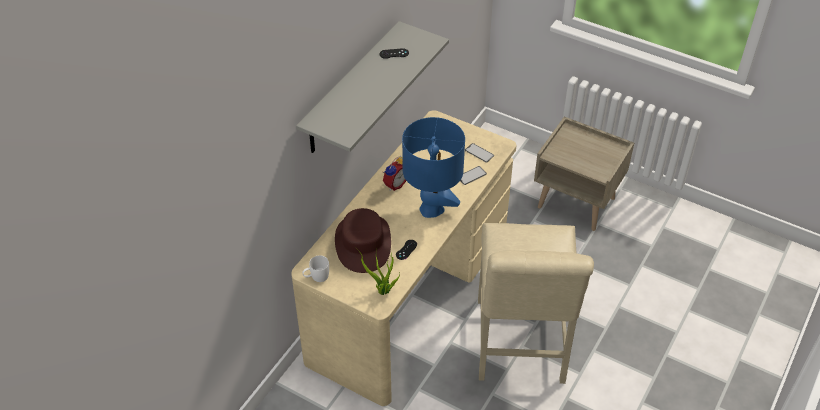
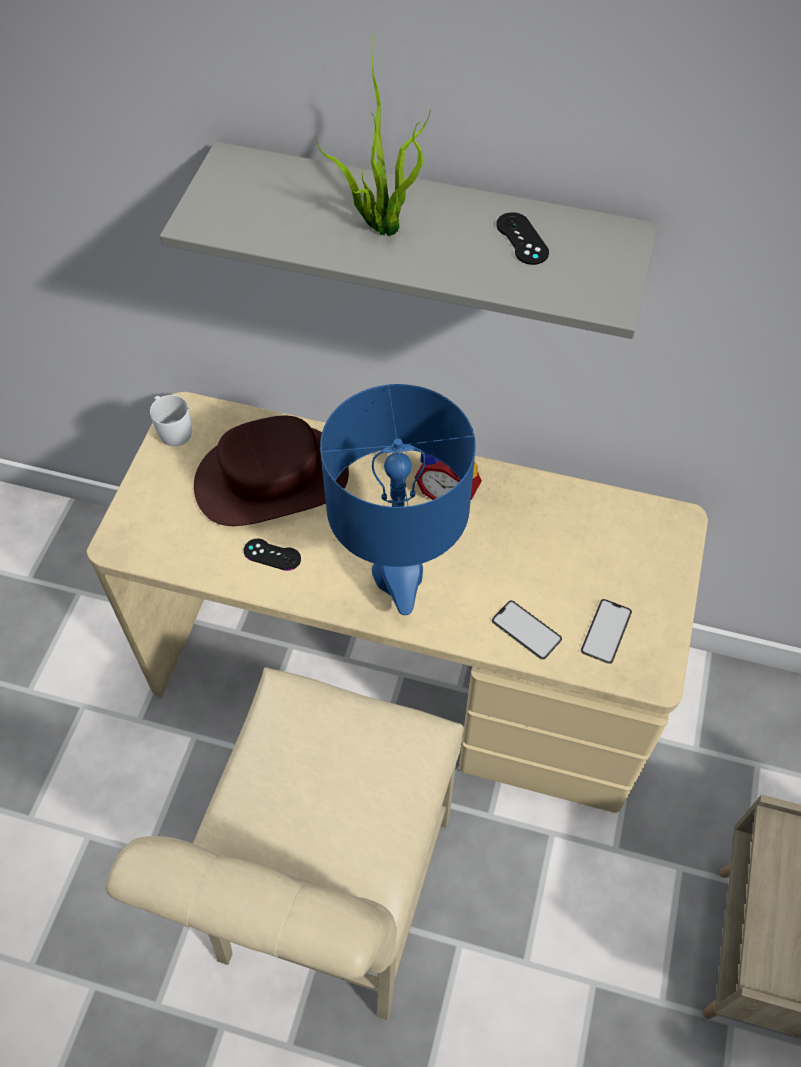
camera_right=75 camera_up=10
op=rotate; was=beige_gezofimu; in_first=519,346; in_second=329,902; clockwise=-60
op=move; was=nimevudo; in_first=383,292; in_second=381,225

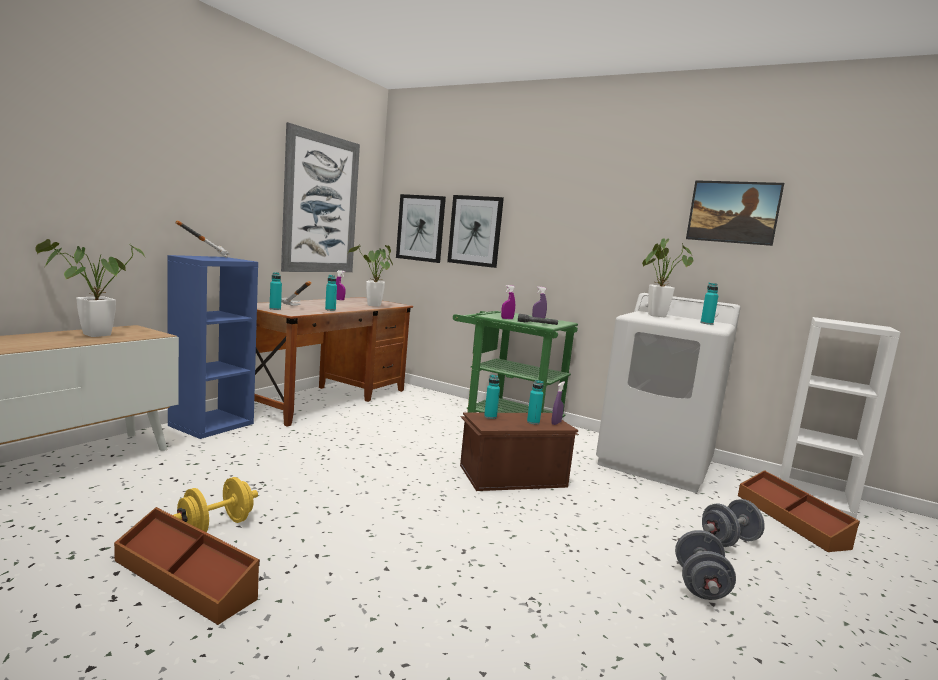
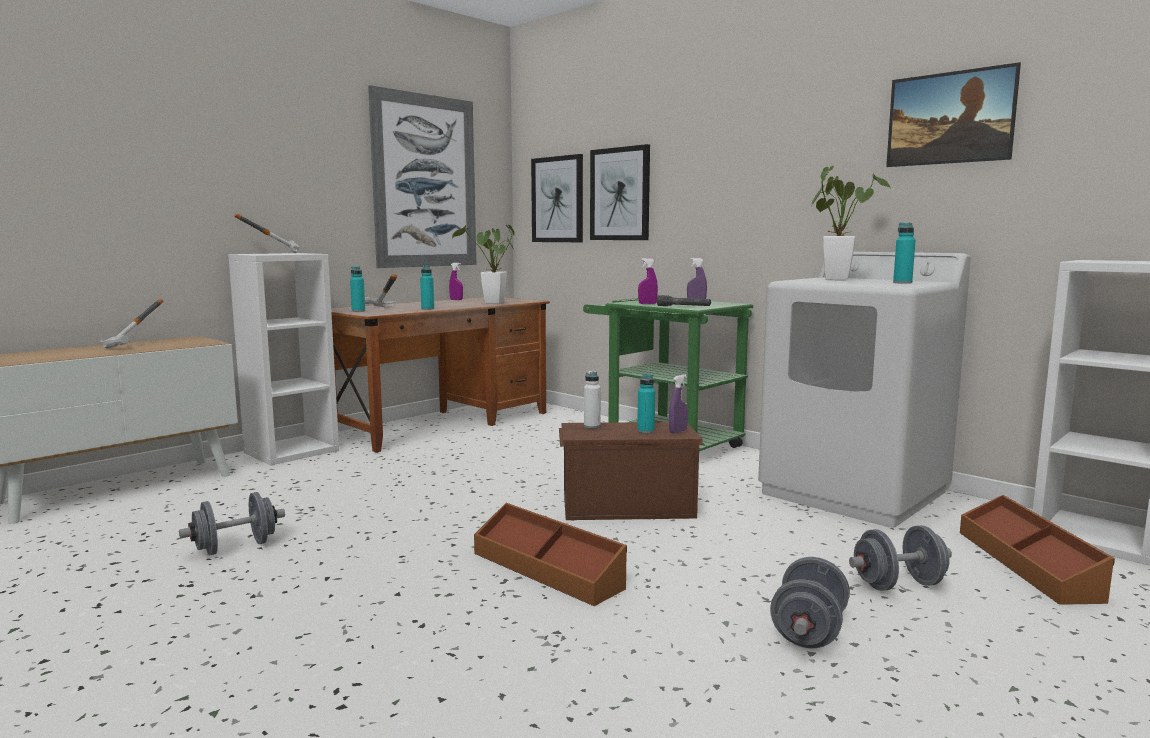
camera_right=15 camera_up=0
op=replace; was=nimevudo; now=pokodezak; in_first=90,335; in_second=138,346
op=recolor; was=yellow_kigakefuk; now=grey_kigakefuk; in_first=215,526; in_second=235,547
op=recolor; was=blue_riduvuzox; now=white_riduvuzox; in_first=211,424; in_second=292,451
op=move; was=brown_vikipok; in_first=186,578; in_second=548,569
op=recolor; was=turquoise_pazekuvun; now=white_pazekuvun; in_first=490,417; in_second=592,426

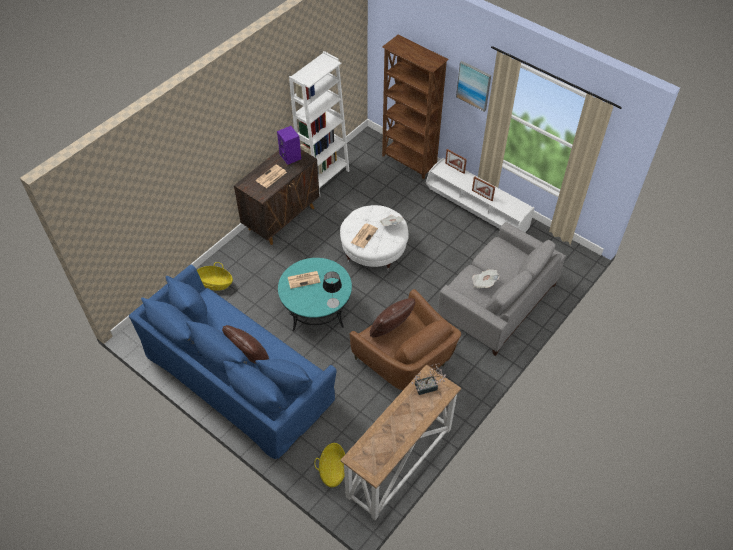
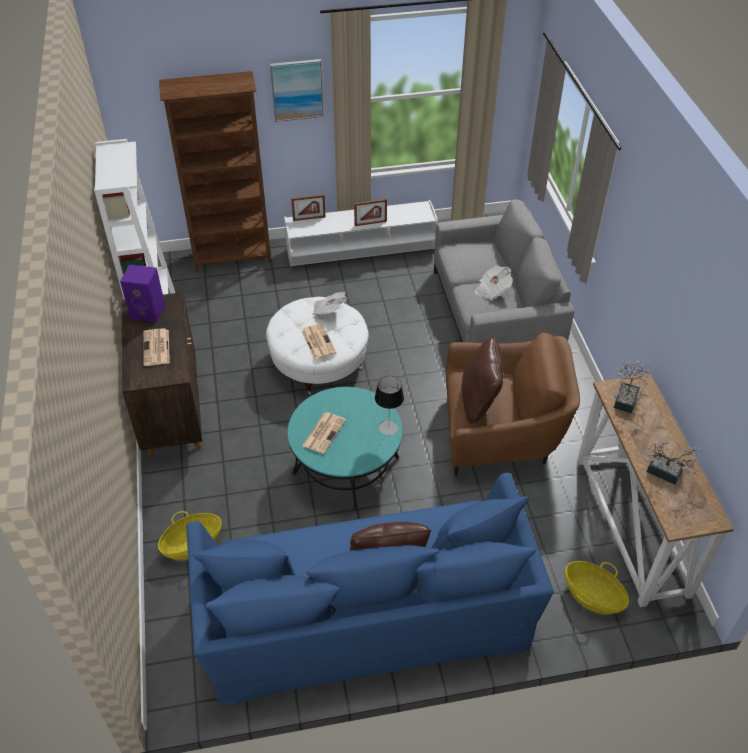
camera_right=-50 camera_up=-5
op=insert; now=nimevudo; in_second=668,473

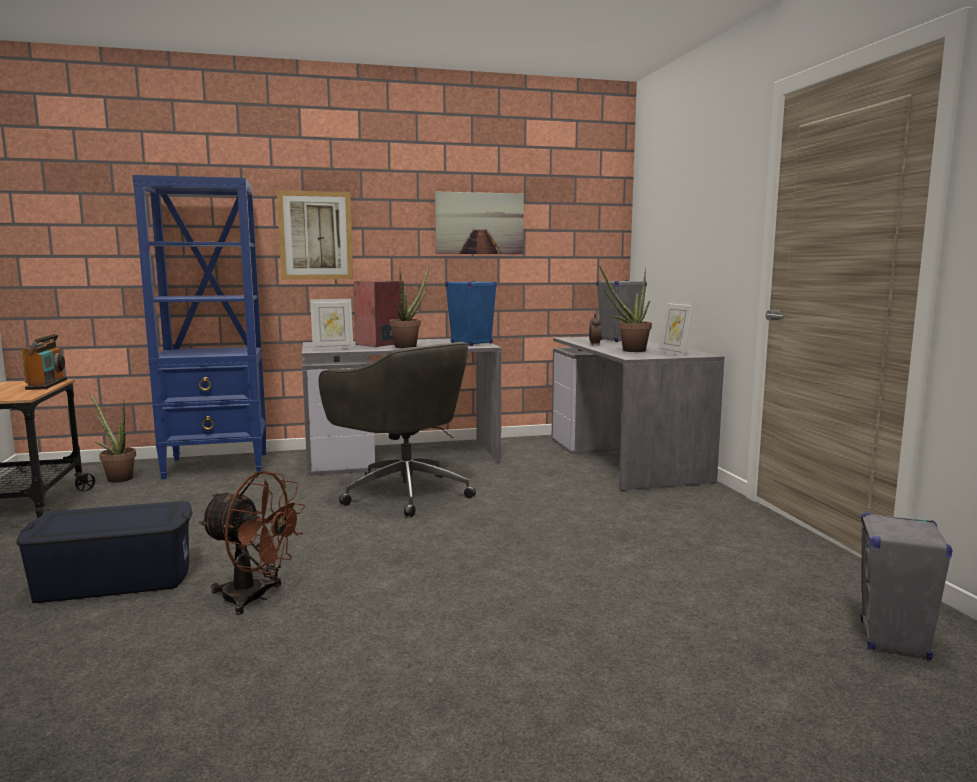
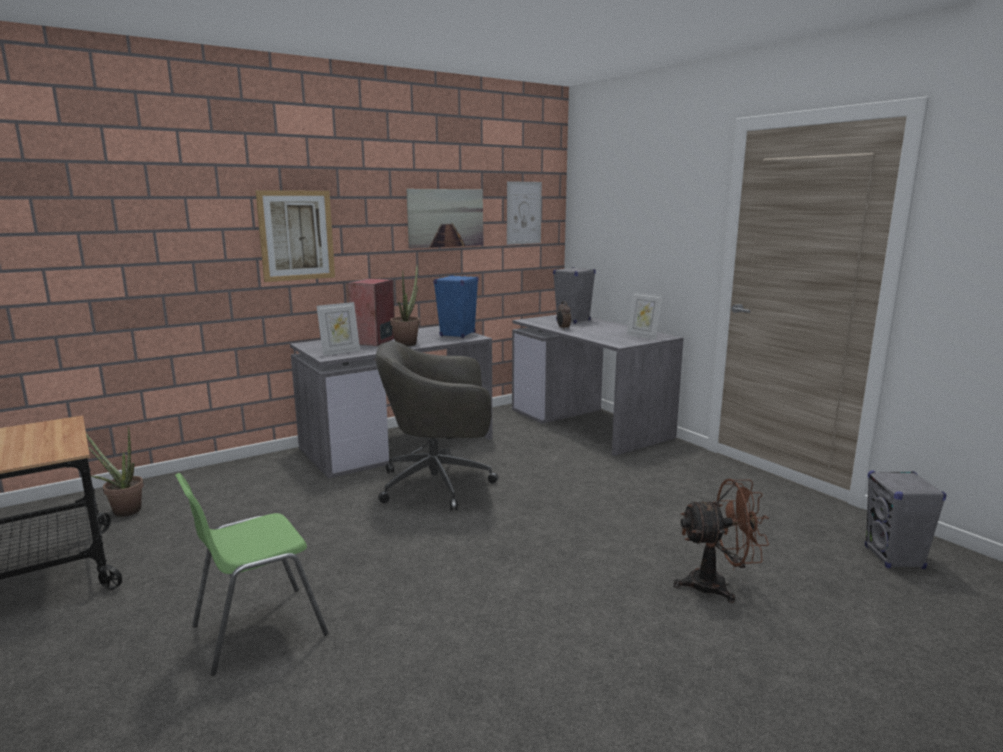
camera_right=-20 camera_up=5
op=replace; was=blue_vikipok; now=green_gezofimu; in_first=115,579; in_second=257,630
op=rotate; was=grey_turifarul; in_first=404,492; in_second=439,484; clockwise=150
op=insert; now=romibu; in_second=523,213
op=move; was=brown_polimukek; in_first=255,598; in_second=717,585
op=delete; was=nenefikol; in_first=47,384
op=delete; was=blue_riduvuzox; in_first=218,466
op=delete; was=nimevudo; in_first=629,350

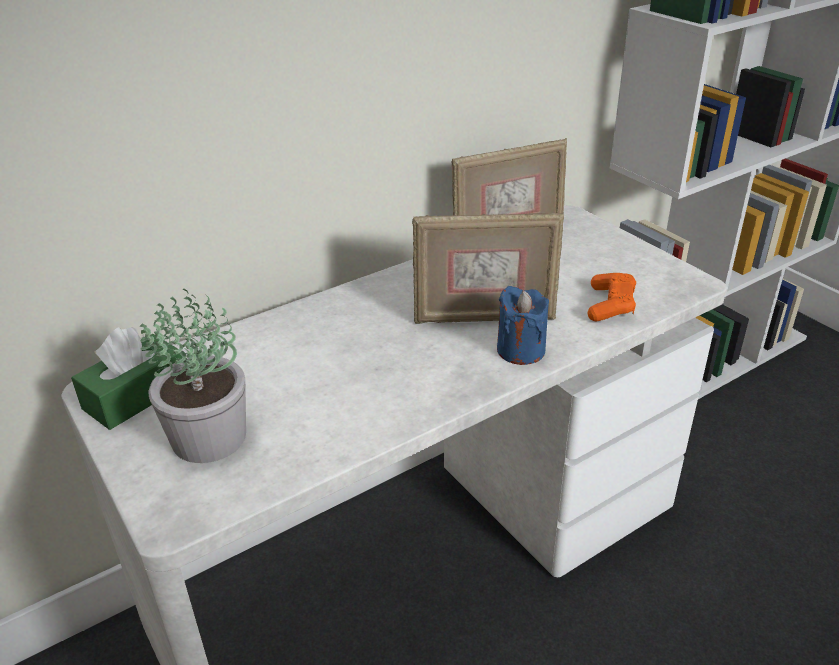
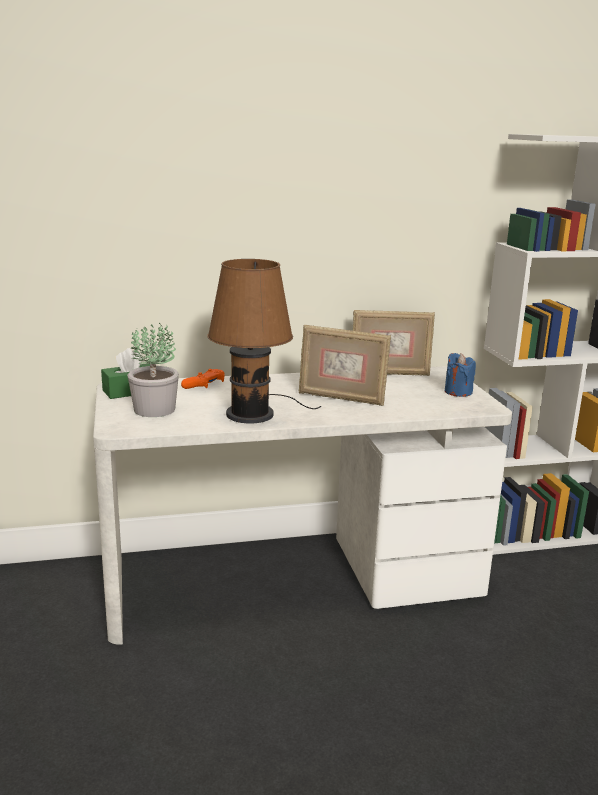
camera_right=20 camera_up=-15
op=move; was=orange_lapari; in_first=610,305; in_second=204,385
op=insert; now=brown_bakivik; in_second=254,413
op=move; was=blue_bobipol; in_first=520,350; in_second=458,392

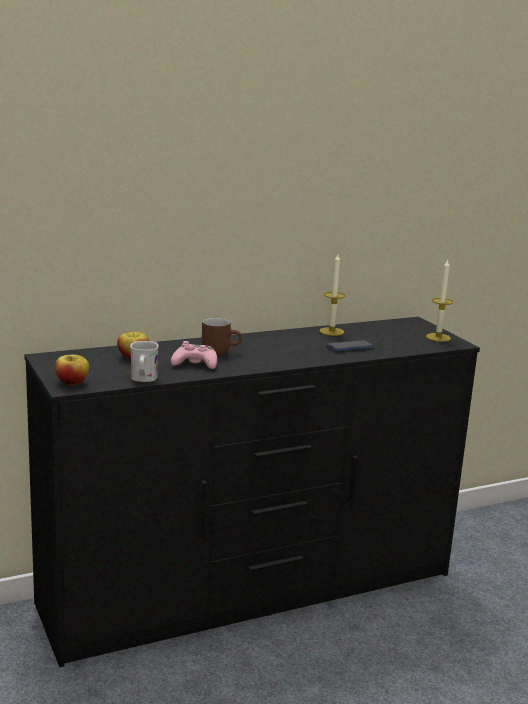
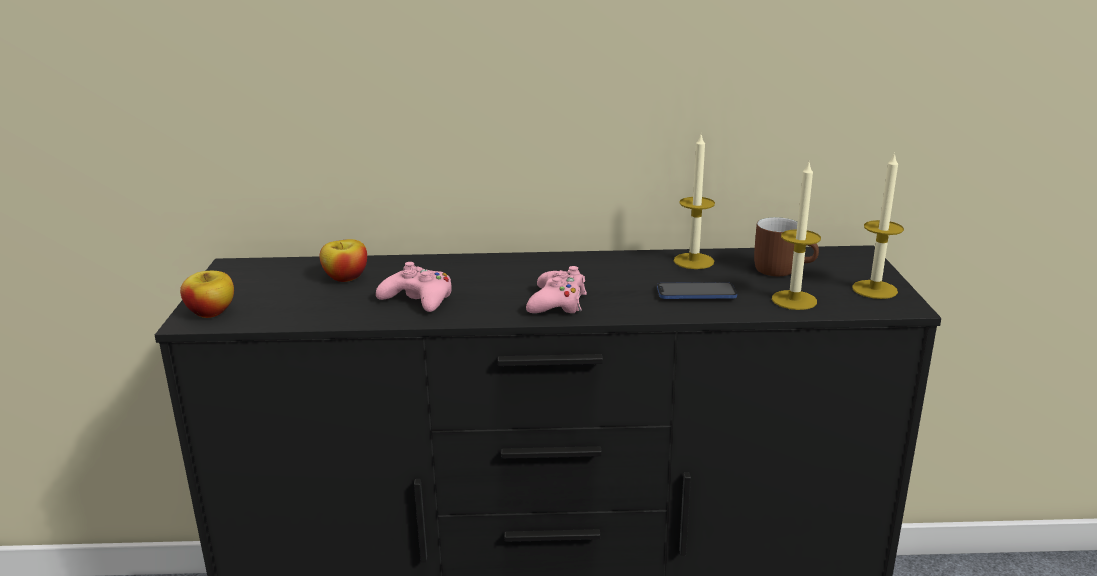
camera_right=25 camera_up=5
op=insert; now=pink_lapari; in_second=557,302
op=move; was=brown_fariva; in_first=220,351; in_second=782,269
op=insert; now=bobipol; in_second=794,300
op=delete; was=white_fariva; in_first=143,379

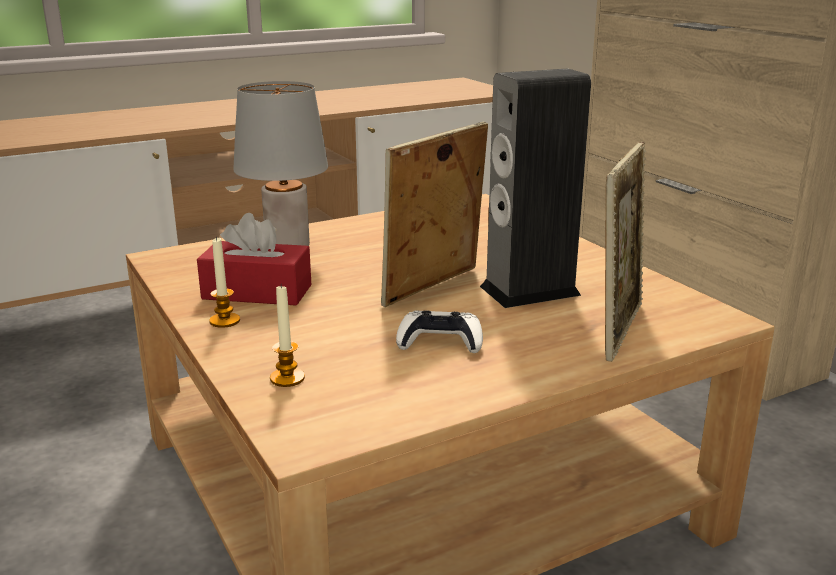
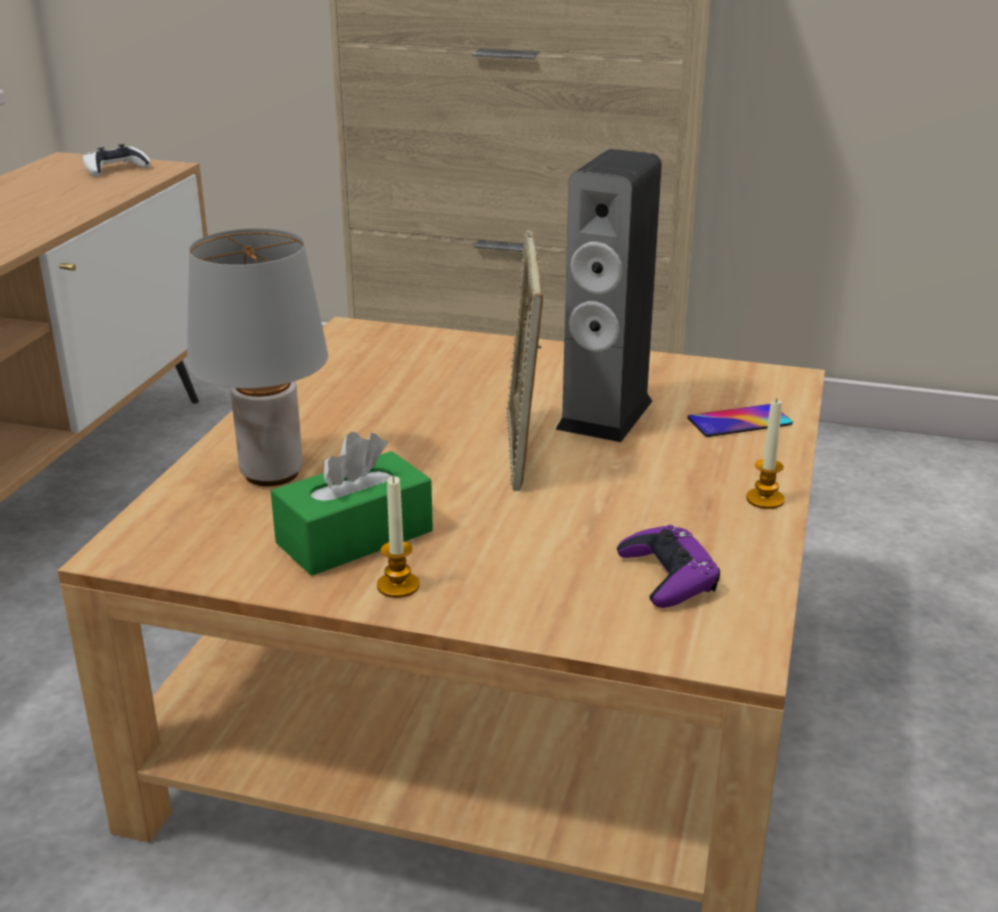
camera_right=-45 camera_up=5
op=move; was=white_lapari; in_first=440,341; in_second=115,169
op=recolor; was=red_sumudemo; now=green_sumudemo; in_first=257,292; in_second=355,537
op=insert; now=purple_lapari; in_second=668,576
op=replace; was=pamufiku; now=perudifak; in_first=618,329; in_second=739,422
op=move; was=bobipol; in_first=287,378; in_second=765,499

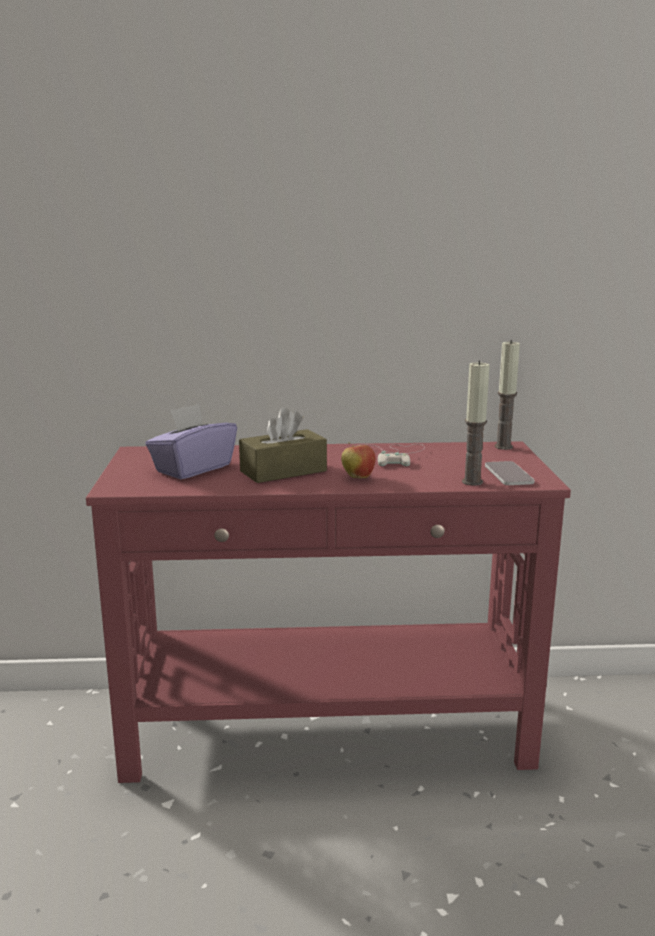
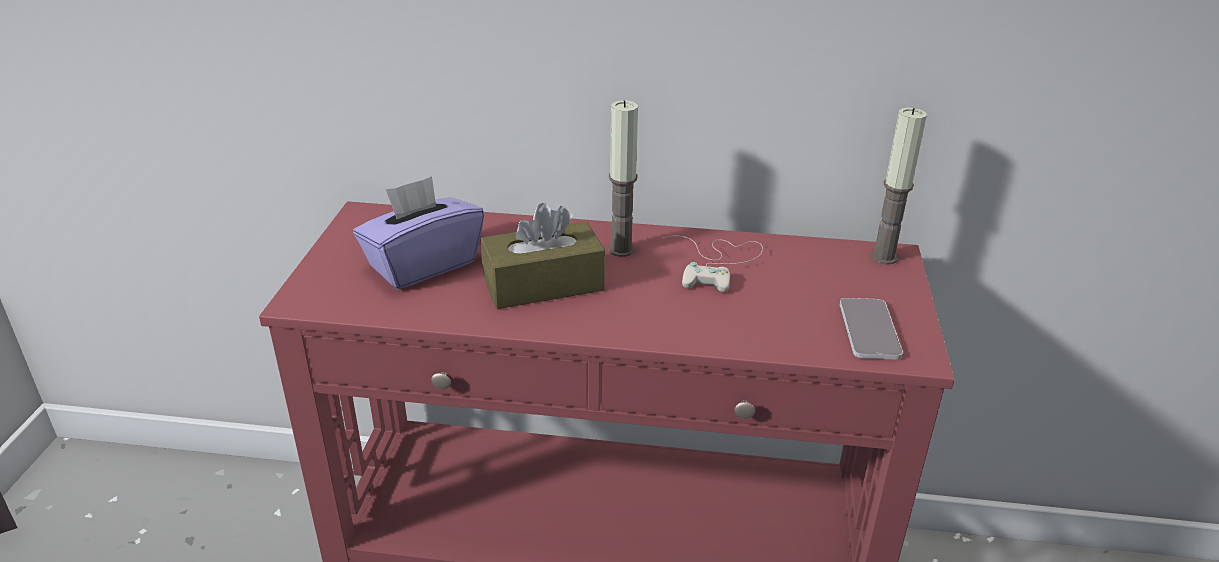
camera_right=10 camera_up=15
op=move; was=bobipol; in_first=472,482; in_second=621,249
op=delete; was=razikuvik; in_first=358,477

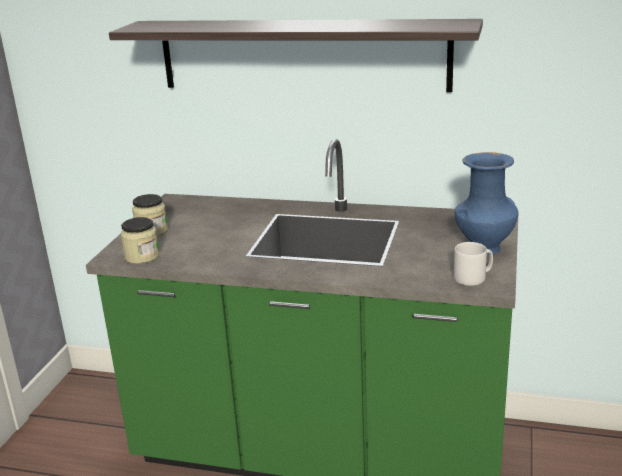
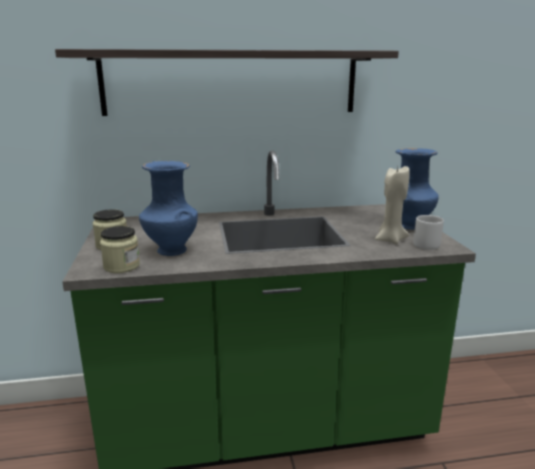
camera_right=-25 camera_up=-5
op=insert; now=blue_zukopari; in_second=170,250
op=insert; now=beige_bobipol; in_second=390,240

